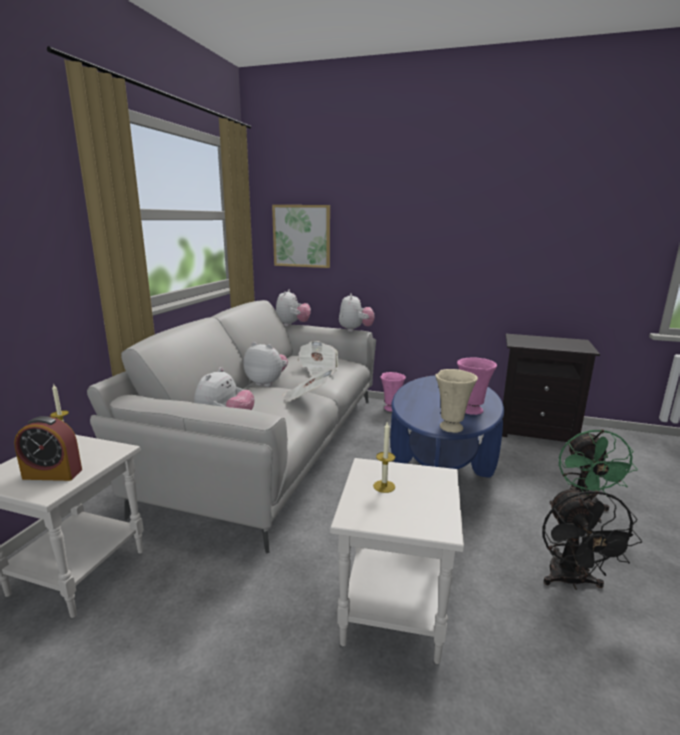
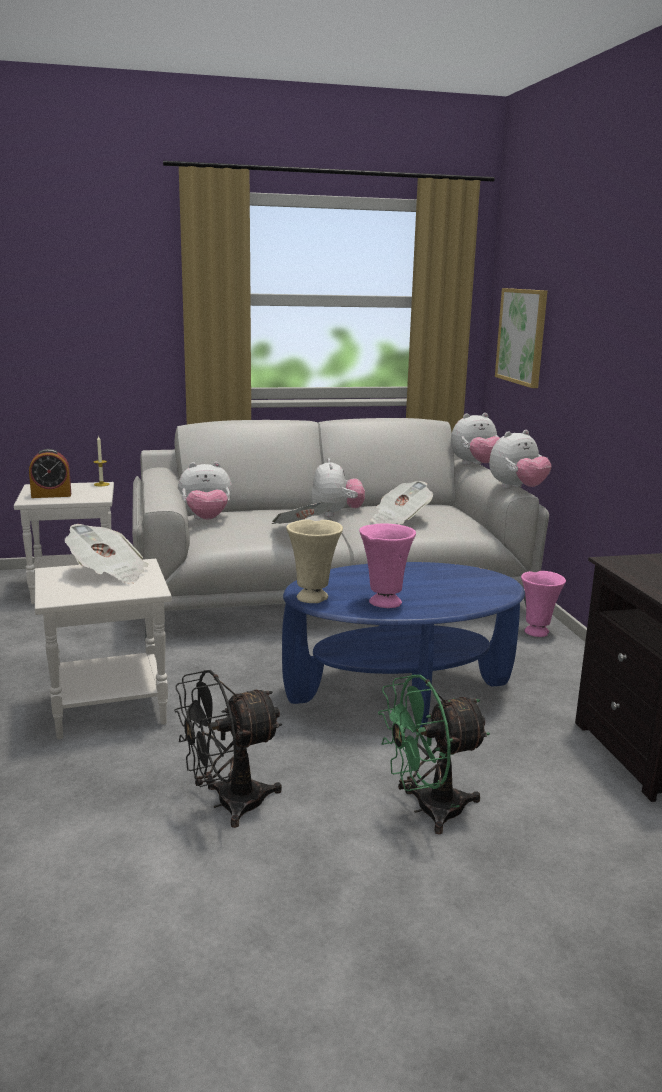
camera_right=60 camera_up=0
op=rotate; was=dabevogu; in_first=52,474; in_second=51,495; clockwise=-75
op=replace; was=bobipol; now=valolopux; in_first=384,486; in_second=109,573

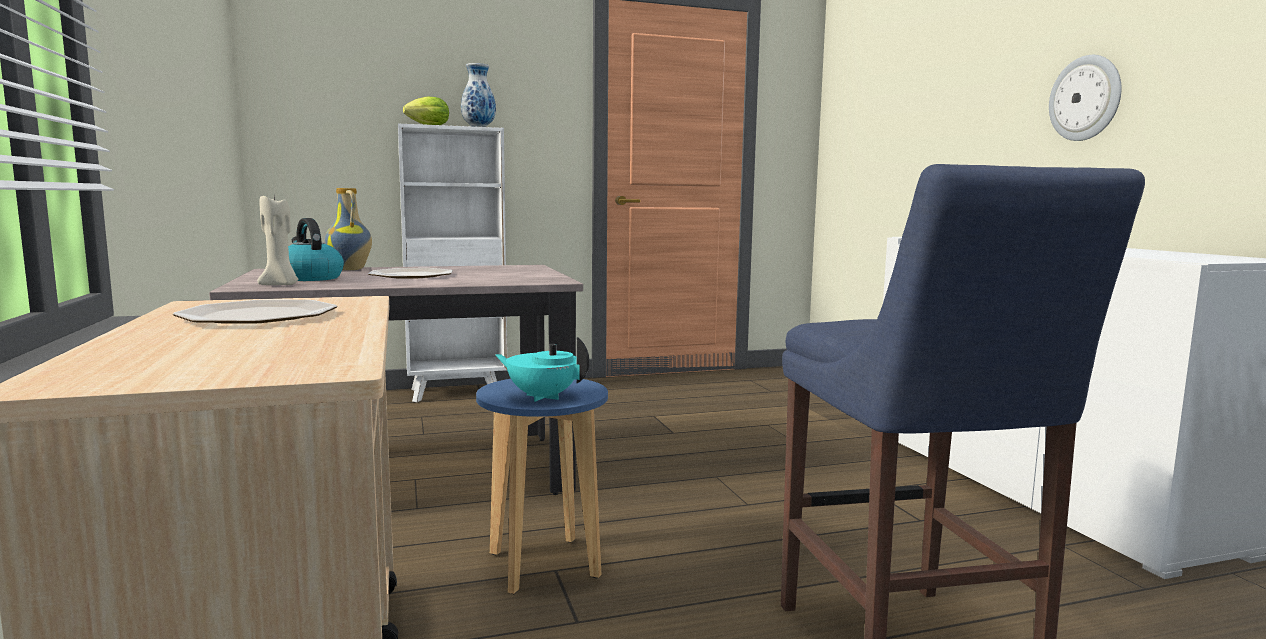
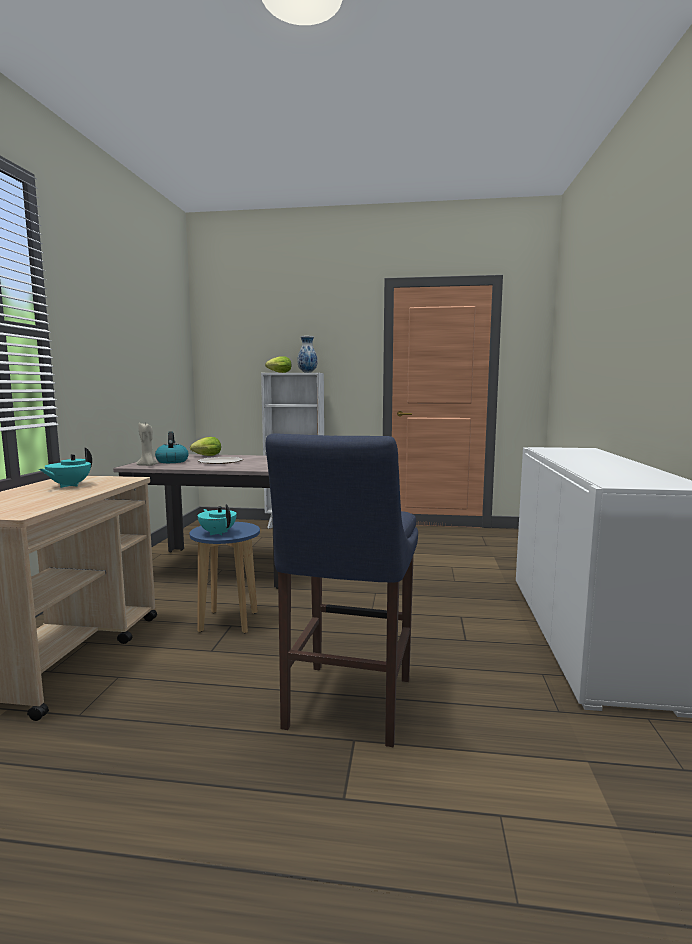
camera_right=25 camera_up=0
op=replace; was=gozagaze; now=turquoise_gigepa; in_first=257,316; in_second=69,485
op=replace; was=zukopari; now=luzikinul; in_first=351,269; in_second=205,456
op=delete; was=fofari; in_first=1085,98

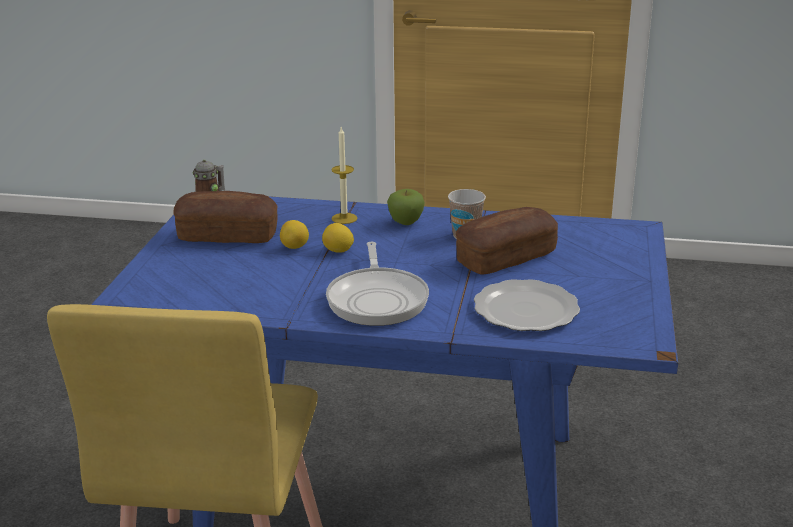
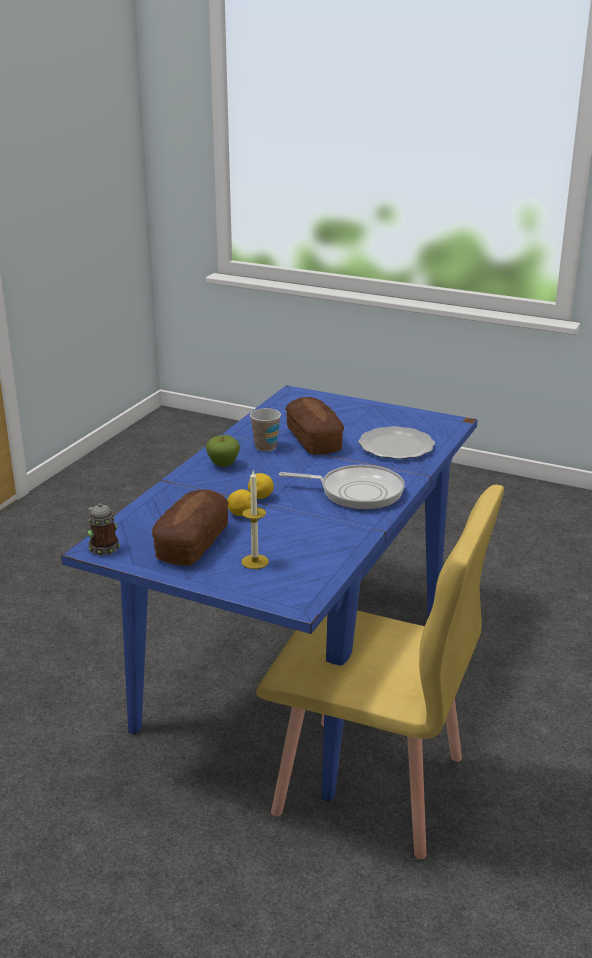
camera_right=-75 camera_up=0
op=move; was=bobipol; in_first=344,218; in_second=255,561

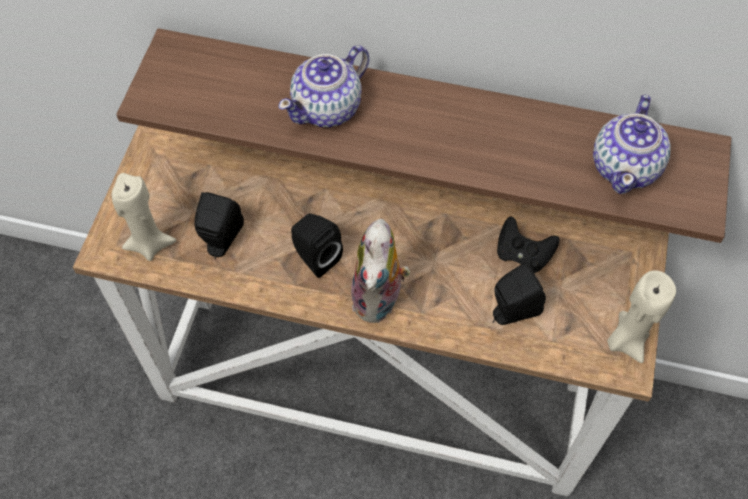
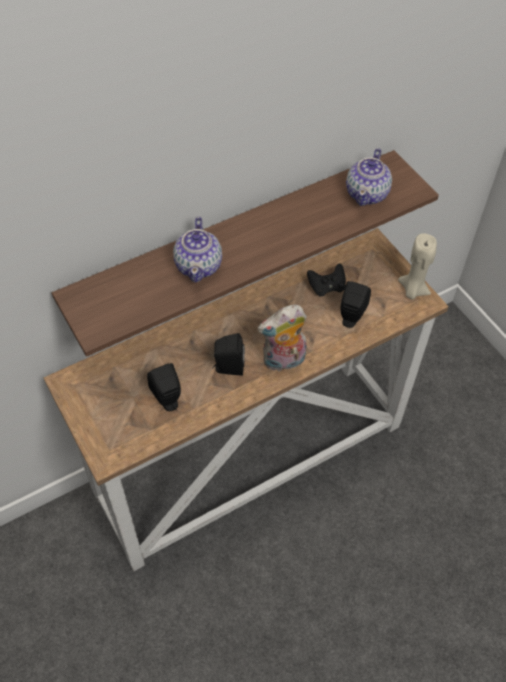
camera_right=-45 camera_up=-5
op=rotate; was=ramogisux; in_first=379,299; in_second=283,361; clockwise=105
op=rotate; was=gigepa; in_first=626,167; in_second=367,193; clockwise=45
op=delete; was=beige_bobipol; in_first=150,243

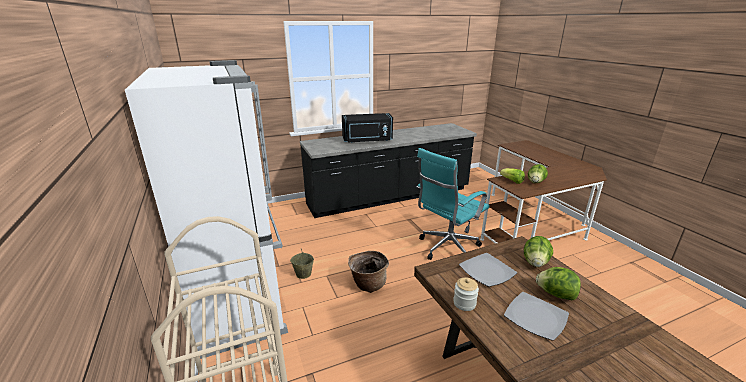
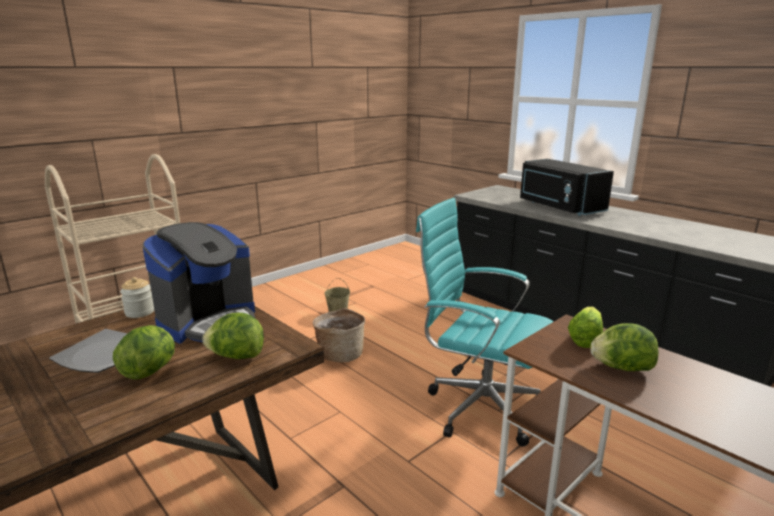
camera_right=70 camera_up=-5
op=replace; was=gozagaze; now=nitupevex; in_first=486,271; in_second=208,321
op=delete; was=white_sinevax; in_first=242,303

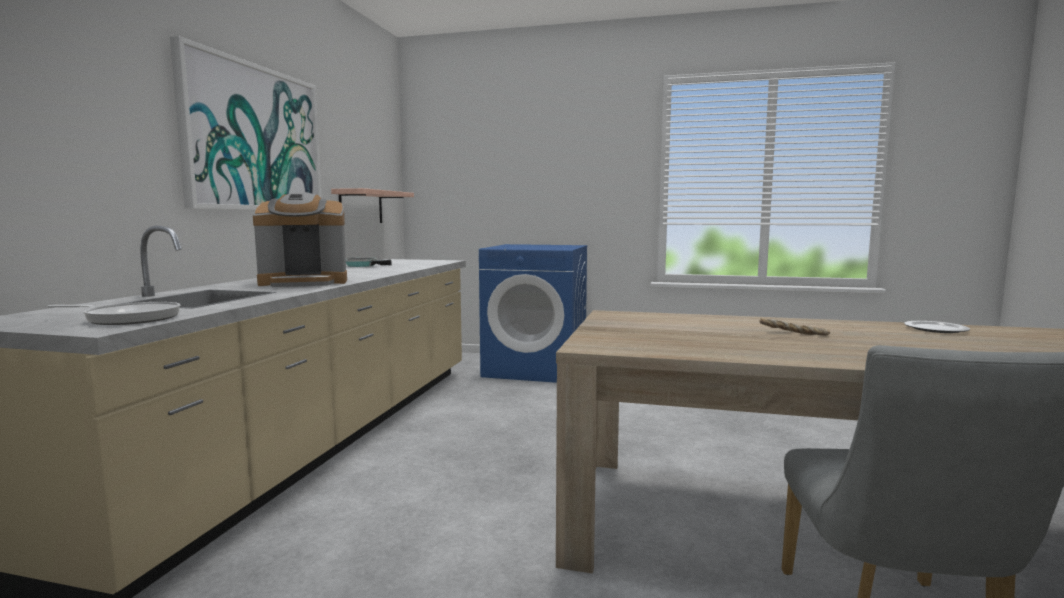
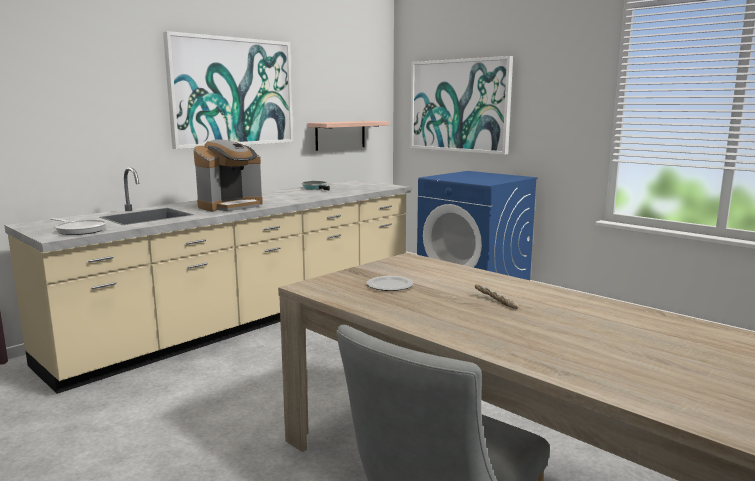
camera_right=30 camera_up=5
op=rotate; was=nitupevex; in_first=305,283; in_second=231,206; clockwise=-60
op=move; was=gozagaze; in_first=936,329; in_second=391,285
op=insert; now=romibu; in_second=459,105

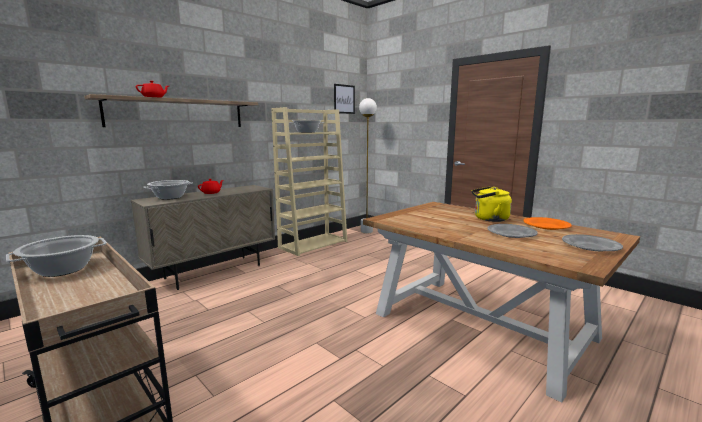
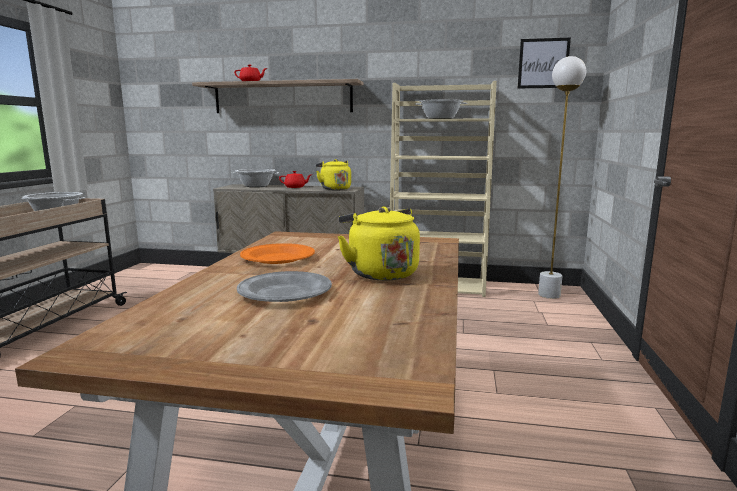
camera_right=55 camera_up=0
op=move; was=orange_gozagaze; in_first=546,226; in_second=278,258
op=insert; now=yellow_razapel; in_second=334,189
op=delete; was=grey_gozagaze; in_first=590,246

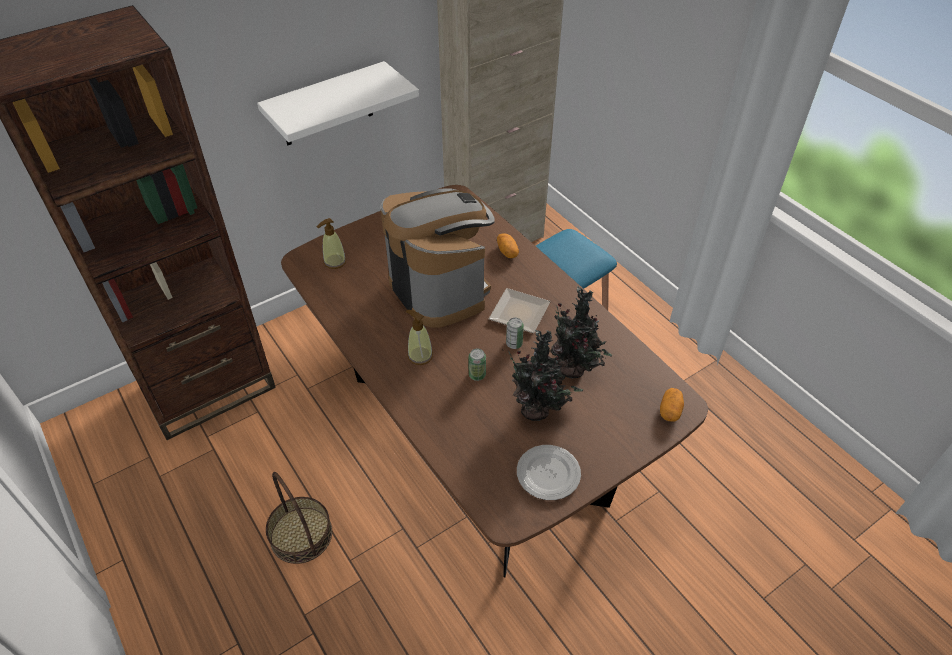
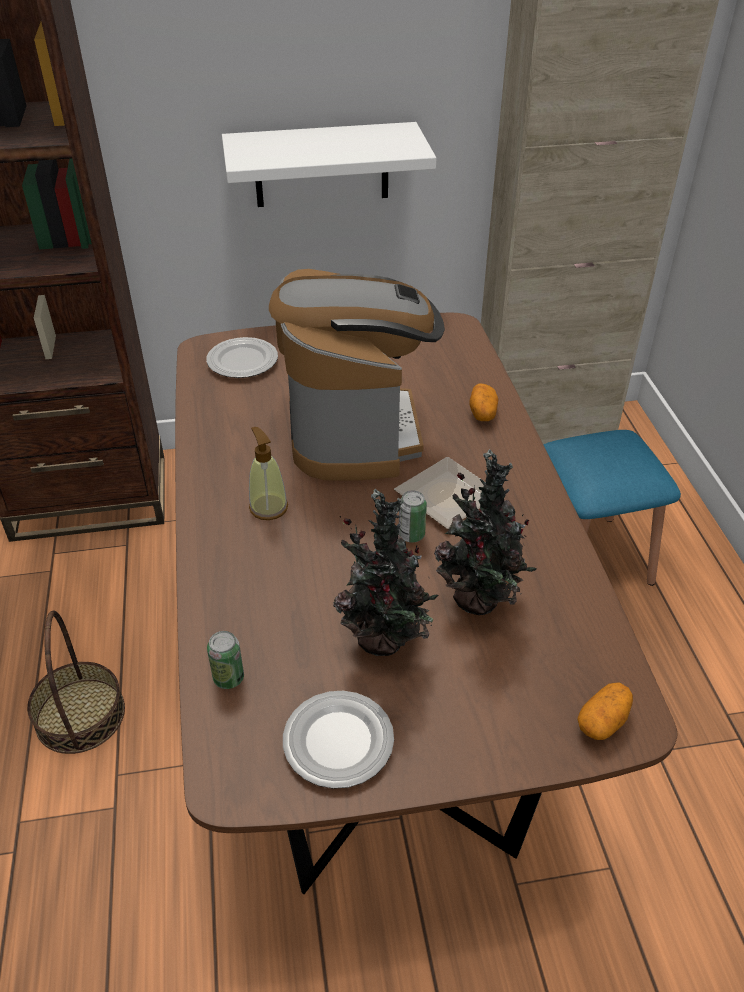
camera_right=25 camera_up=-5
op=replace; was=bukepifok; now=gozagaze; in_first=334,262; in_second=243,361
op=move; was=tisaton; in_first=477,375; in_second=228,678

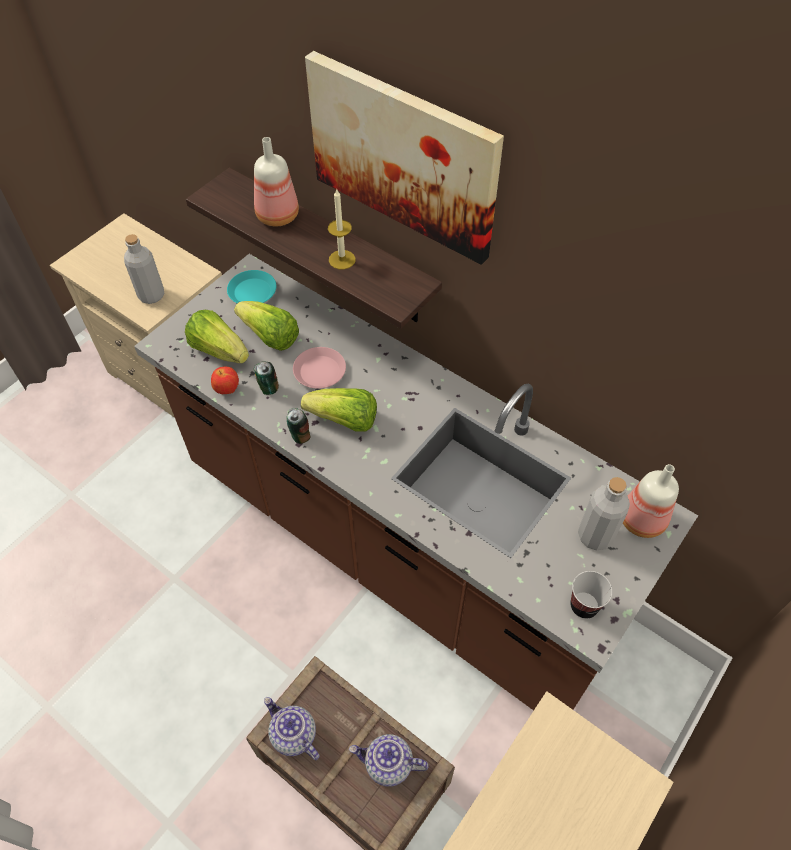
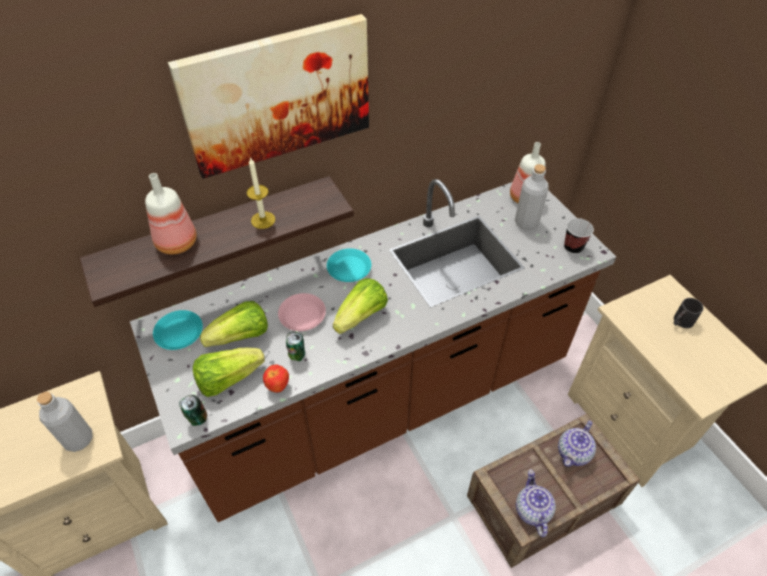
camera_right=-65 camera_up=-5
op=move; was=tisaton; in_first=299,436; in_second=197,419
op=insert; now=turquoise_gozagaze; in_second=349,268
op=rotate; was=gigepa; in_first=293,735; in_second=532,510; clockwise=105
op=insert; now=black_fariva; in_second=680,322

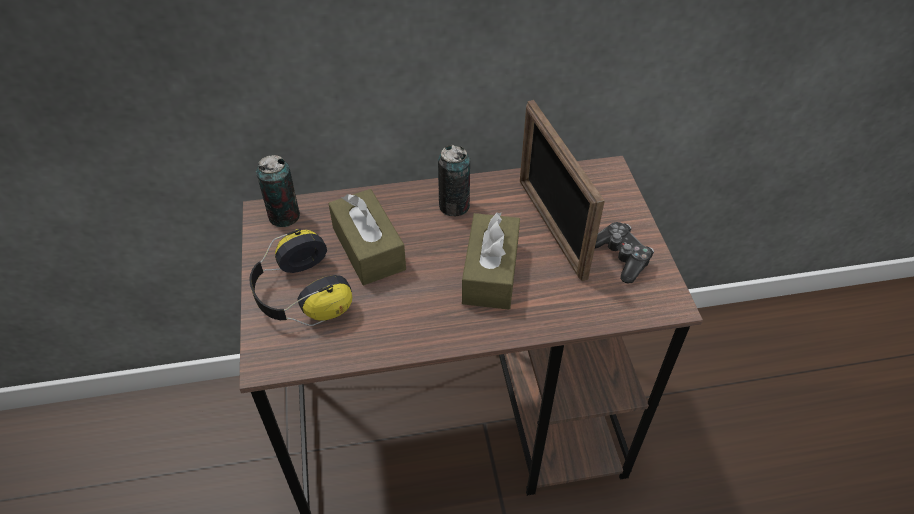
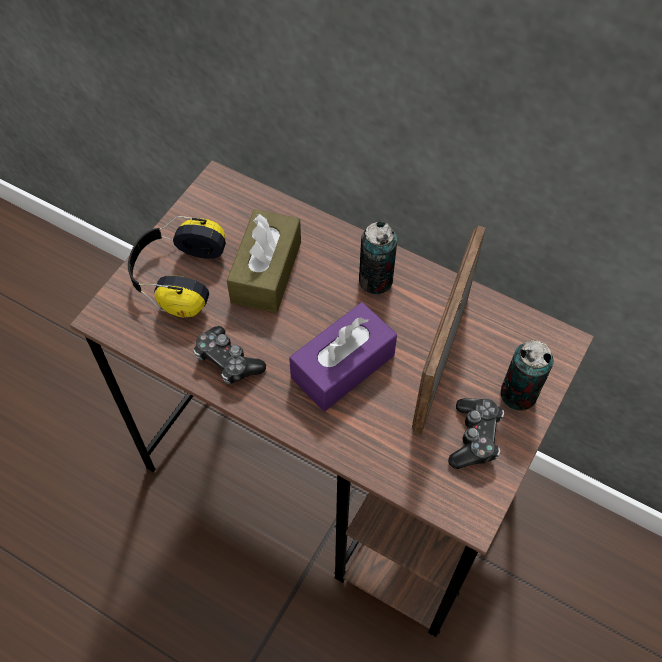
camera_right=40 camera_up=10
op=insert; now=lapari; in_second=227,361
op=recolor; was=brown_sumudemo; now=purple_sumudemo; in_first=490,272; in_second=343,366
op=move; was=tisaton; in_first=284,216; in_second=518,394

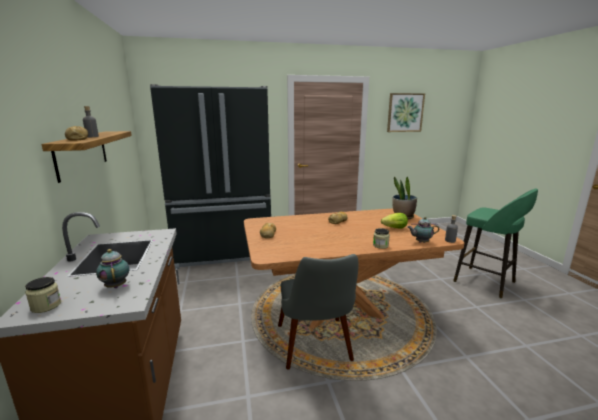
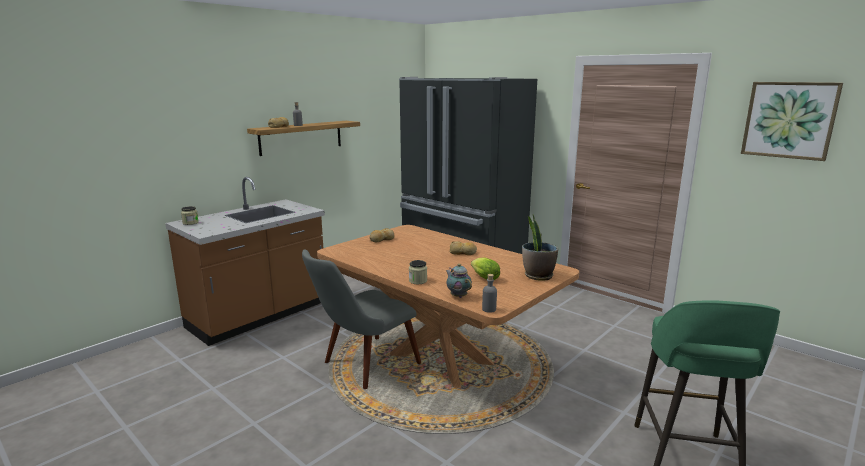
camera_right=55 camera_up=0
op=delete; was=gigepa; in_first=116,285

